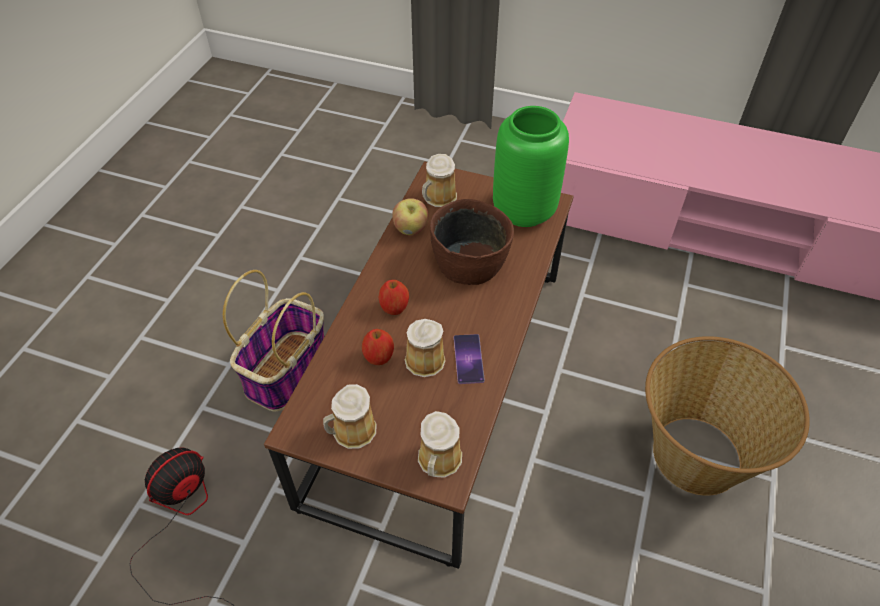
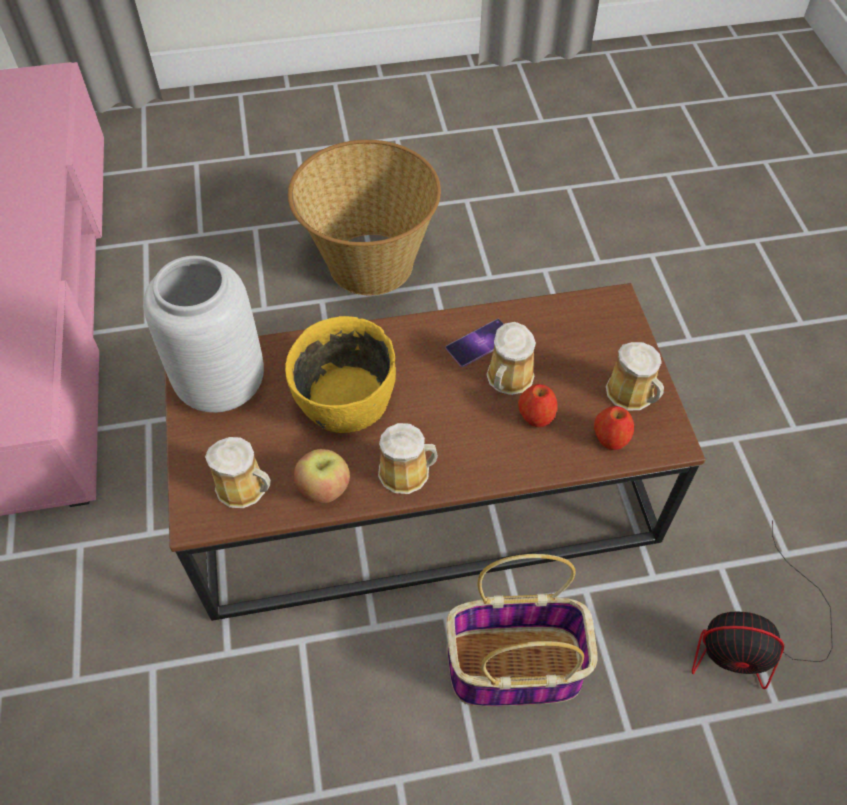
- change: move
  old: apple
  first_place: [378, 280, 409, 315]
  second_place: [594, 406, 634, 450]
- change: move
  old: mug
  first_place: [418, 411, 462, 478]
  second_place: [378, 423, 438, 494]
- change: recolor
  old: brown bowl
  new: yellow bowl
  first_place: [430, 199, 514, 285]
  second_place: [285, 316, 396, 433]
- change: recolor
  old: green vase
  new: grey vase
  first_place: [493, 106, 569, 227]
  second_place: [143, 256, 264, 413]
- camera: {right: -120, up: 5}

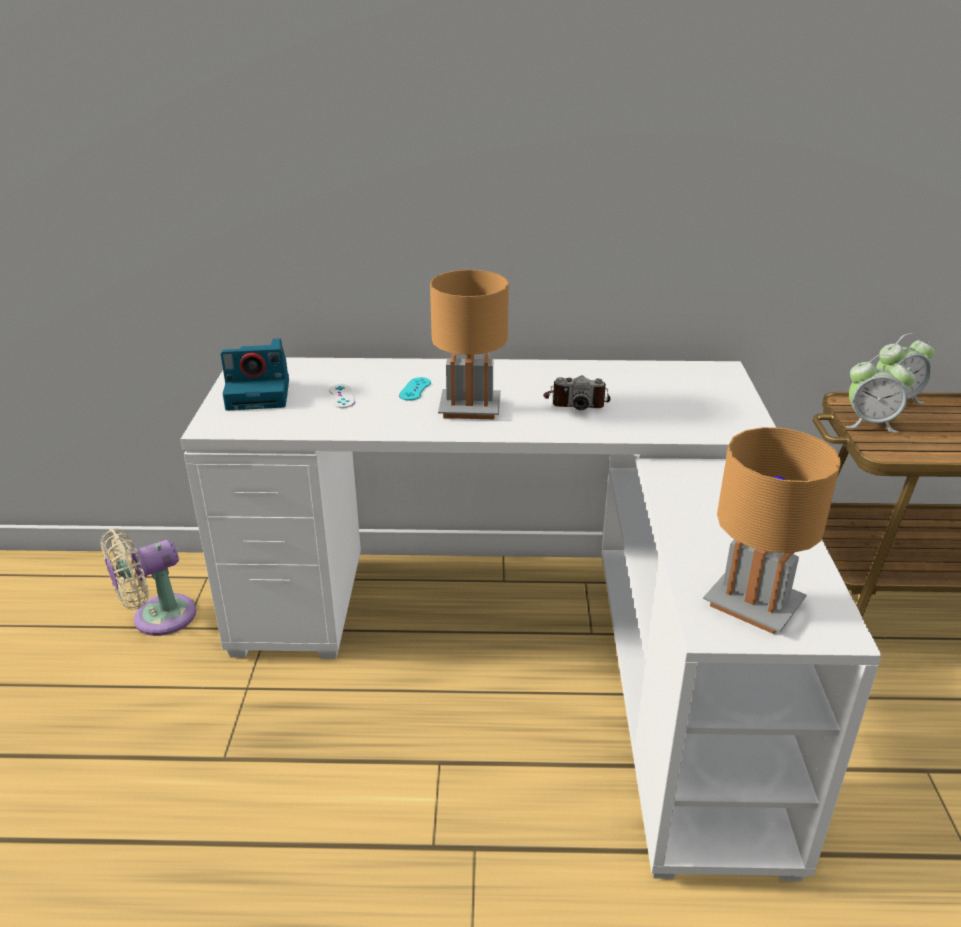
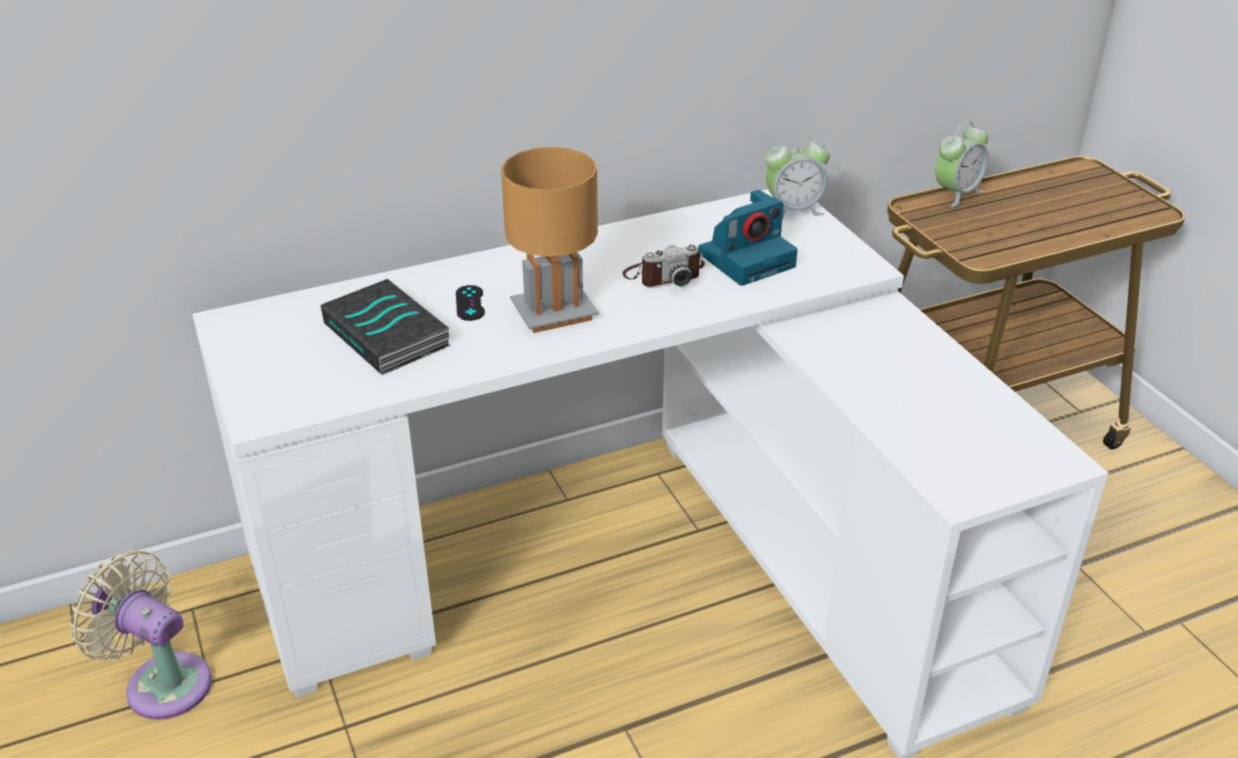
- change: delete
  old: brown table lamp
  first_place: [703, 427, 841, 634]
- change: move
  old: photo camera
  first_place: [221, 339, 289, 411]
  second_place: [698, 190, 798, 286]
- change: move
  old: alarm clock
  first_place: [846, 354, 915, 433]
  second_place: [765, 134, 830, 219]
- change: replace
  old: white game controller
  new: book
  first_place: [329, 384, 355, 408]
  second_place: [320, 279, 450, 375]
- change: recolor
  old: turquoise game controller
  new: black game controller
  first_place: [399, 377, 431, 401]
  second_place: [456, 285, 485, 321]
- change: rotate
  old: beige fan
  first_place: [100, 528, 196, 636]
  second_place: [70, 550, 212, 720]
  degrees: 90
- camera: {right: -25, up: 5}

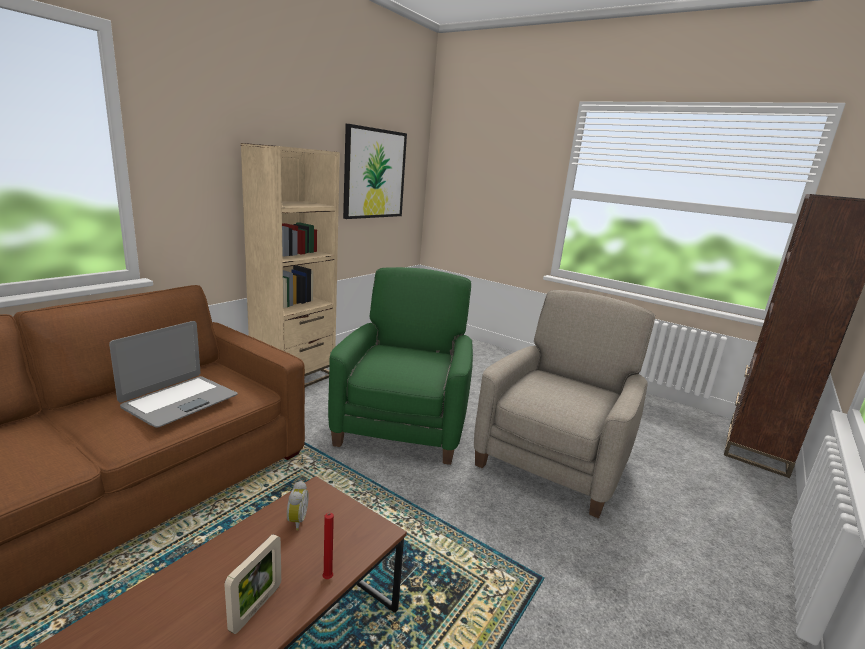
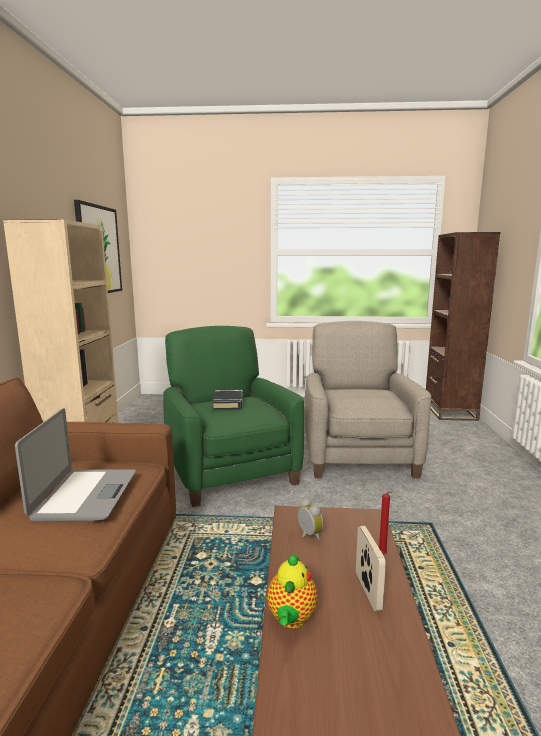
- change: insert
  new: black book
  second_place: [212, 389, 243, 410]
- change: insert
  new: teapot
  second_place: [267, 554, 318, 628]
- camera: {right: -30, up: -5}

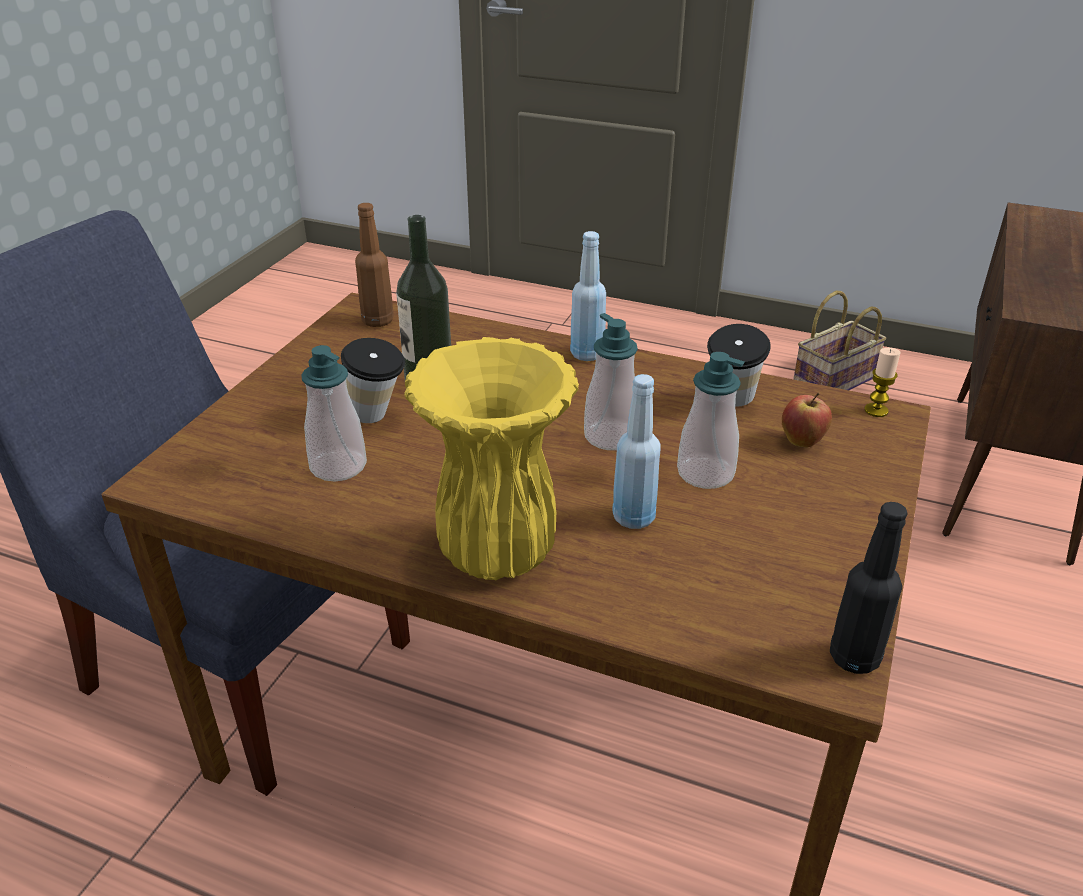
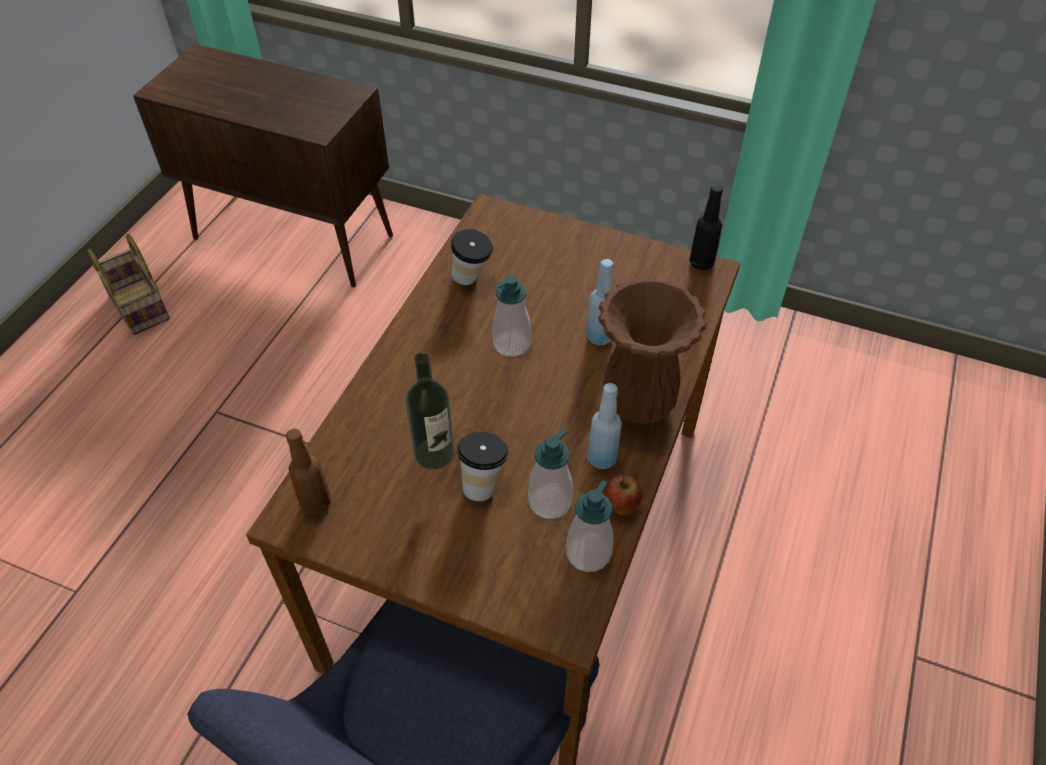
- change: delete
  old: candle
  first_place: [864, 348, 900, 417]
- change: move
  old: blue bottle
  first_place: [570, 231, 606, 361]
  second_place: [588, 383, 622, 469]
- change: move
  old: soap dispenser
  first_place: [677, 352, 745, 489]
  second_place: [566, 480, 613, 572]
- change: move
  old: apple
  first_place: [782, 393, 832, 447]
  second_place: [604, 475, 643, 515]
- change: recolor
  old: yellow vase
  new: brown vase
  first_place: [404, 337, 579, 580]
  second_place: [598, 277, 707, 424]
- camera: {right: -90, up: 15}

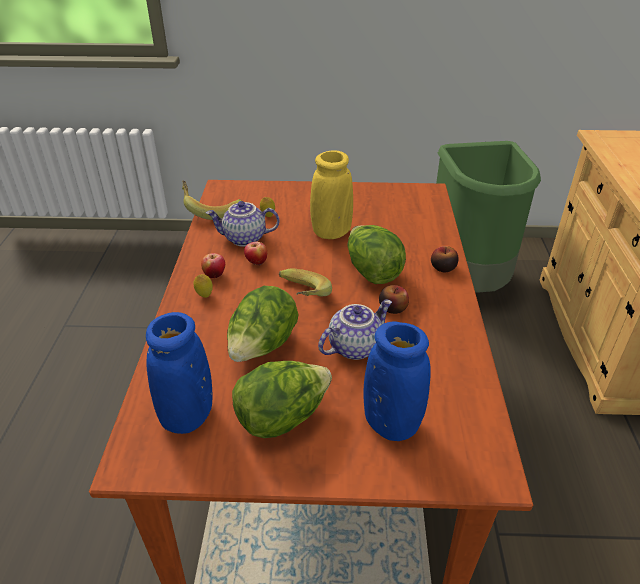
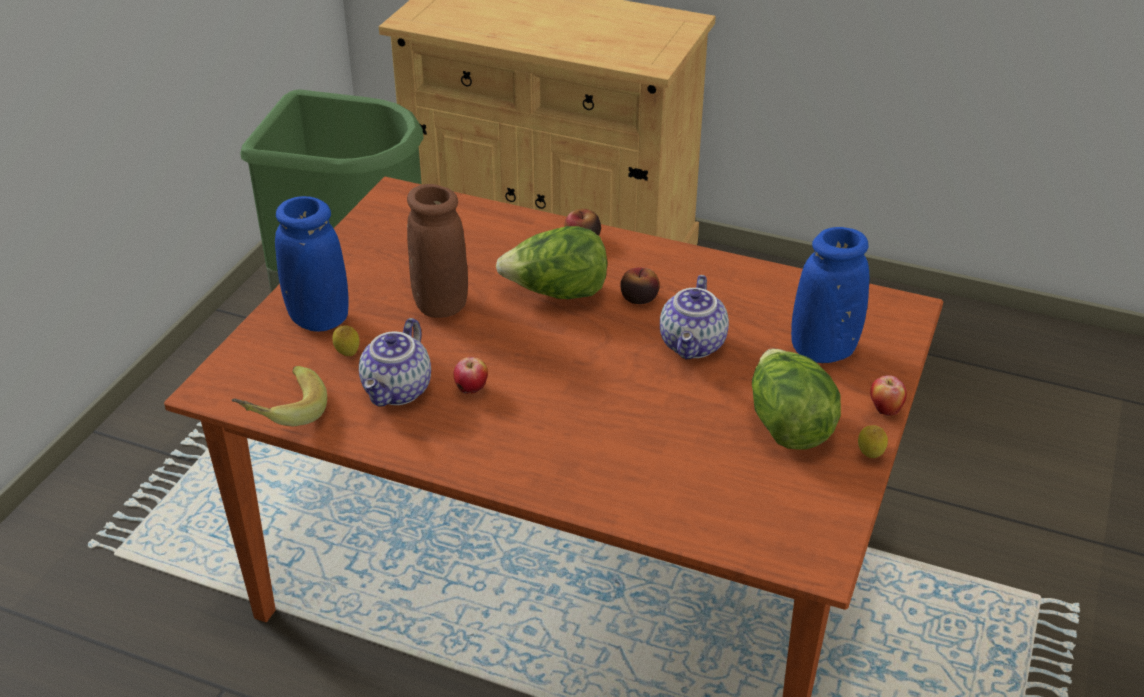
- change: delete
  old: lettuce
  first_place: [227, 286, 298, 362]
- change: delete
  old: banana
  first_place: [279, 268, 332, 296]
- change: move
  old: blue vase
  first_place: [146, 312, 212, 434]
  second_place: [275, 196, 348, 332]
- change: move
  old: lemon
  first_place: [193, 274, 213, 298]
  second_place: [858, 425, 888, 458]
- change: move
  old: apple
  first_place: [201, 253, 225, 278]
  second_place: [870, 375, 907, 416]
- change: recolor
  old: yellow vase
  new: brown vase
  first_place: [310, 150, 353, 239]
  second_place: [407, 184, 468, 318]
- change: rotate
  old: teapot
  first_place: [318, 300, 392, 360]
  second_place: [660, 275, 729, 360]
  degrees: -150
- camera: {right: -70, up: 0}

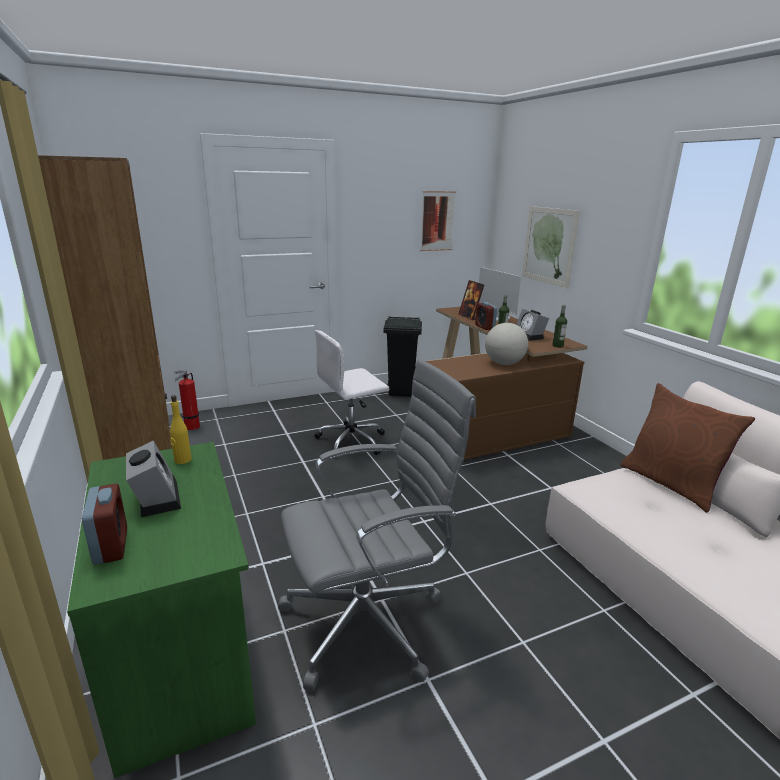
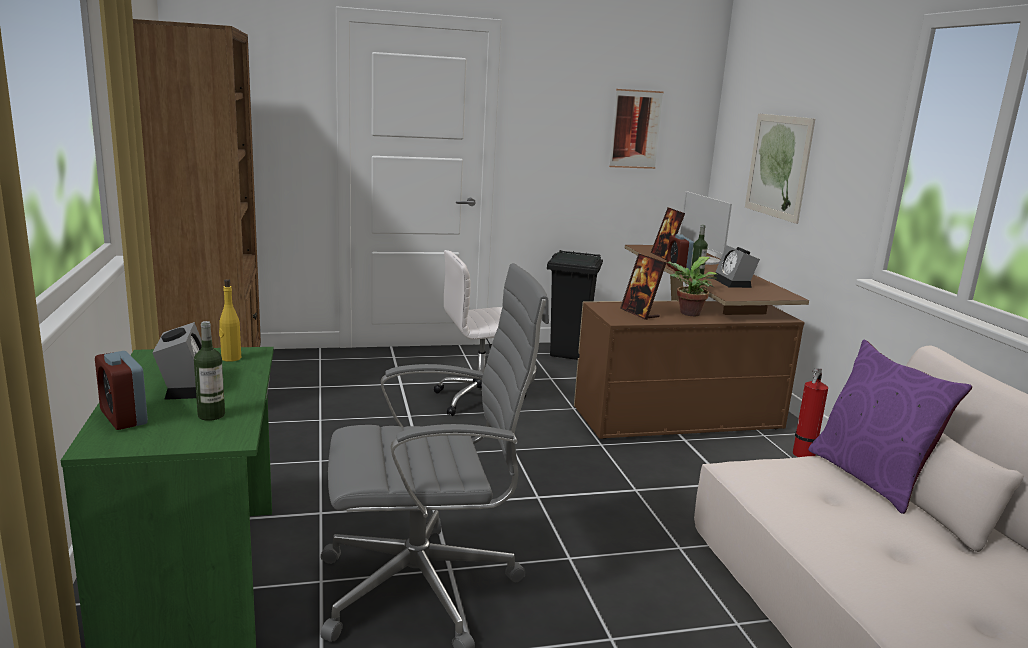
- change: insert
  new: picture frame
  second_place: [620, 253, 666, 320]
- change: move
  old: fire extinguisher
  first_place: [174, 370, 200, 430]
  second_place: [793, 368, 828, 457]
- change: move
  old: bottle
  first_place: [552, 305, 567, 348]
  second_place: [194, 321, 225, 421]
- change: replace
  old: globe
  new: potted plant
  first_place: [485, 323, 528, 365]
  second_place: [666, 257, 718, 316]
- change: recolor
  old: brown pillow
  new: purple pillow
  first_place: [620, 383, 755, 513]
  second_place: [808, 340, 973, 514]
- change: rotate
  old: alarm clock
  first_place: [82, 484, 127, 565]
  second_place: [95, 351, 148, 430]
  degrees: 150
- camera: {right: 10, up: -5}

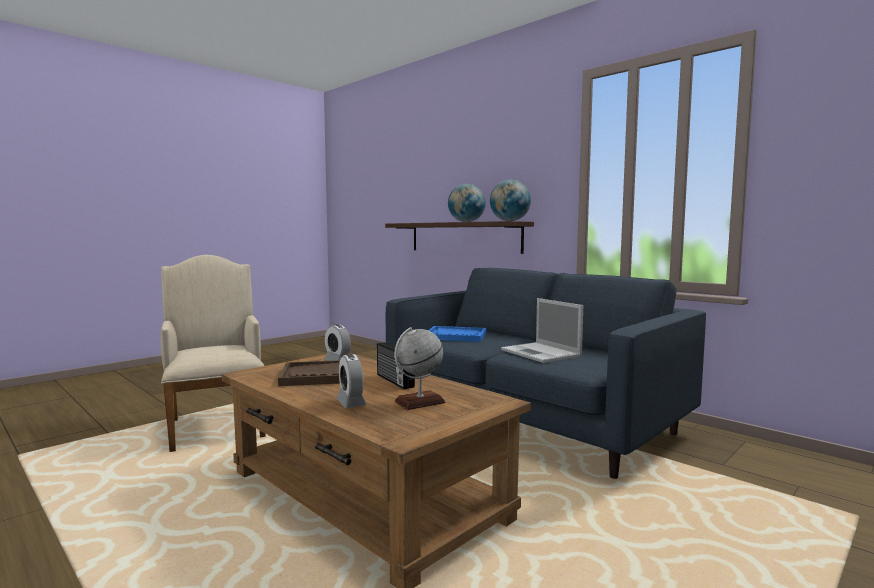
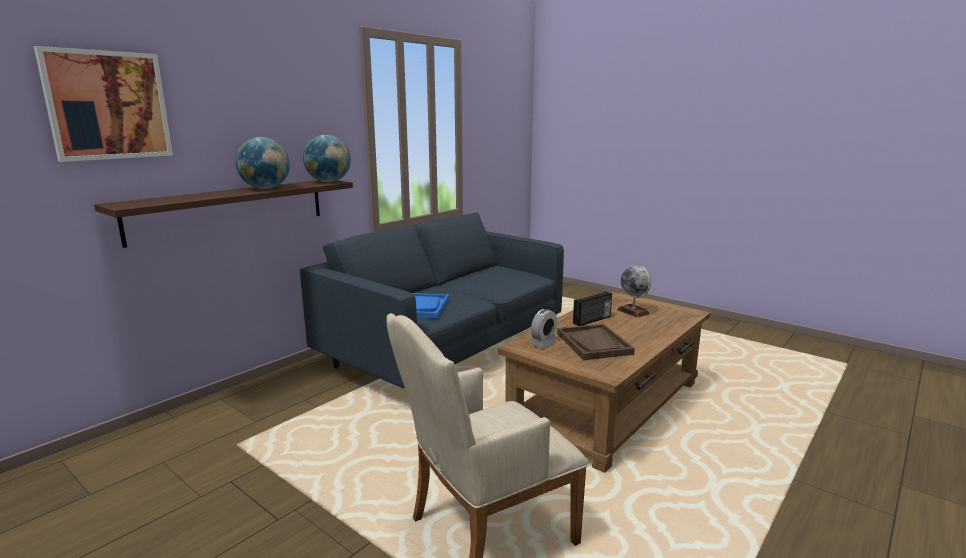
- change: delete
  old: alarm clock
  first_place: [337, 354, 367, 408]
- change: delete
  old: laptop
  first_place: [501, 298, 583, 363]
- change: insert
  new: picture
  second_place: [34, 46, 173, 162]
- camera: {right: -95, up: 10}

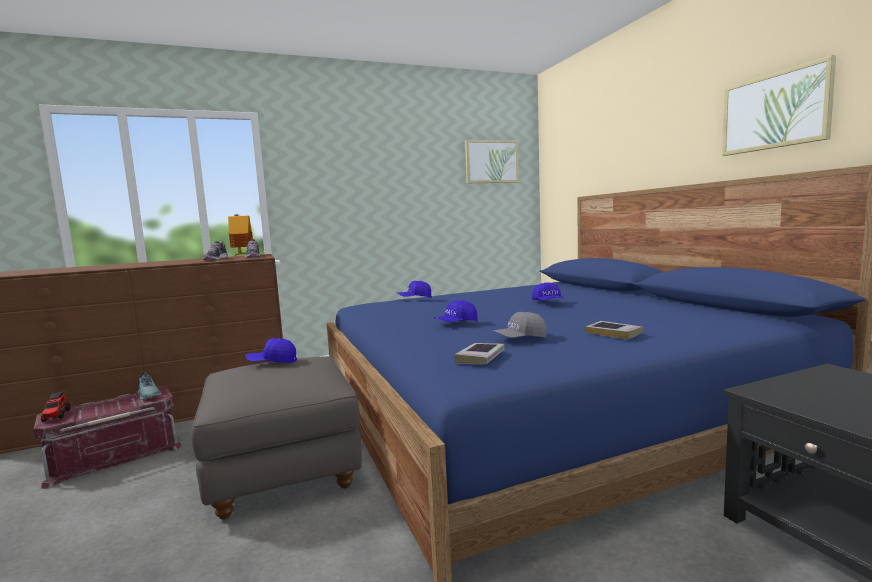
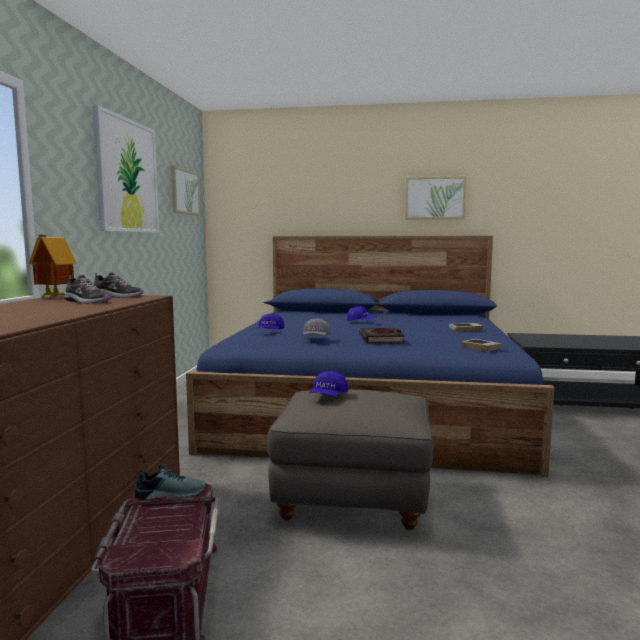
- change: delete
  old: toy truck
  first_place: [41, 392, 71, 422]
- change: insert
  new: picture
  second_place: [92, 105, 159, 233]
- change: move
  old: grey cap
  first_place: [493, 312, 546, 338]
  second_place: [303, 318, 331, 335]
- change: replace
  old: blue cap
  new: black book
  first_place: [434, 300, 477, 322]
  second_place: [359, 328, 405, 343]
- camera: {right: -60, up: 0}

